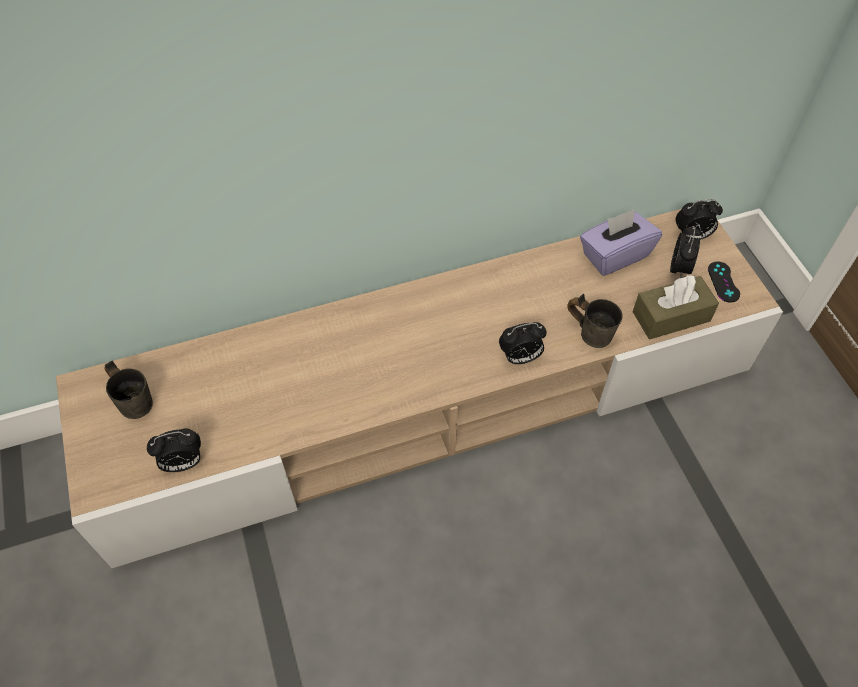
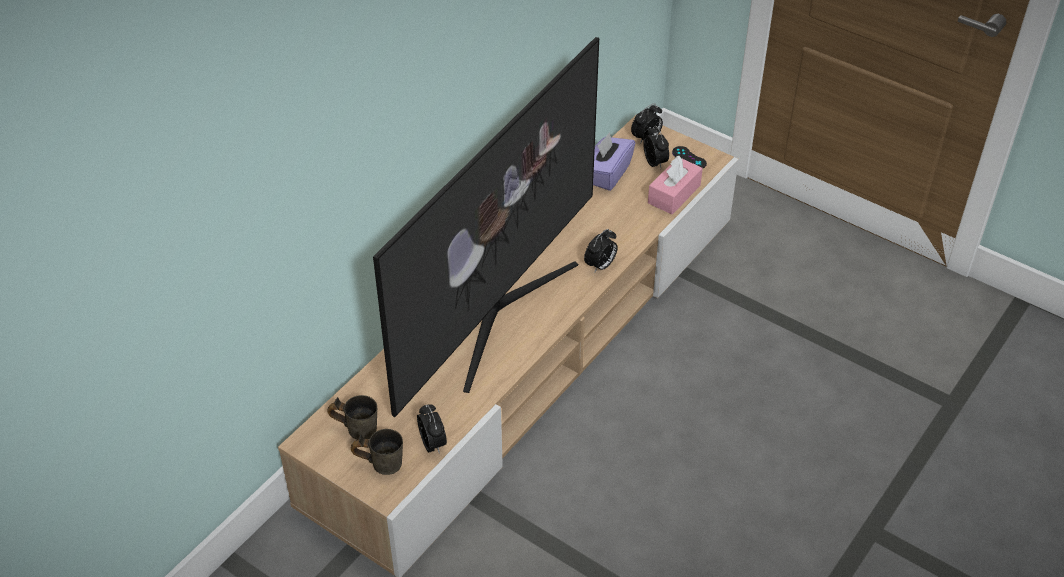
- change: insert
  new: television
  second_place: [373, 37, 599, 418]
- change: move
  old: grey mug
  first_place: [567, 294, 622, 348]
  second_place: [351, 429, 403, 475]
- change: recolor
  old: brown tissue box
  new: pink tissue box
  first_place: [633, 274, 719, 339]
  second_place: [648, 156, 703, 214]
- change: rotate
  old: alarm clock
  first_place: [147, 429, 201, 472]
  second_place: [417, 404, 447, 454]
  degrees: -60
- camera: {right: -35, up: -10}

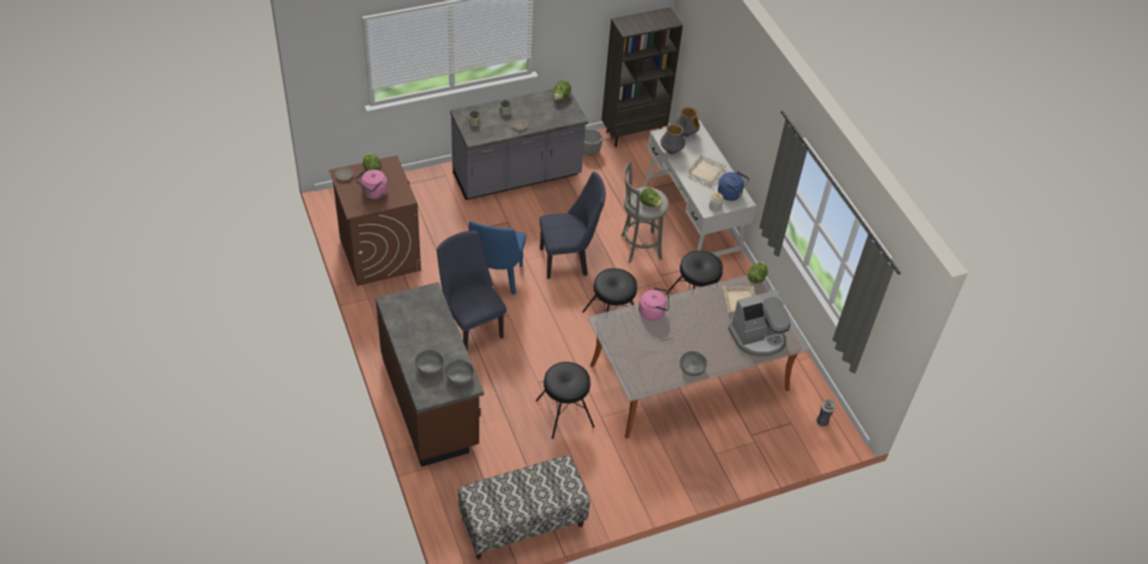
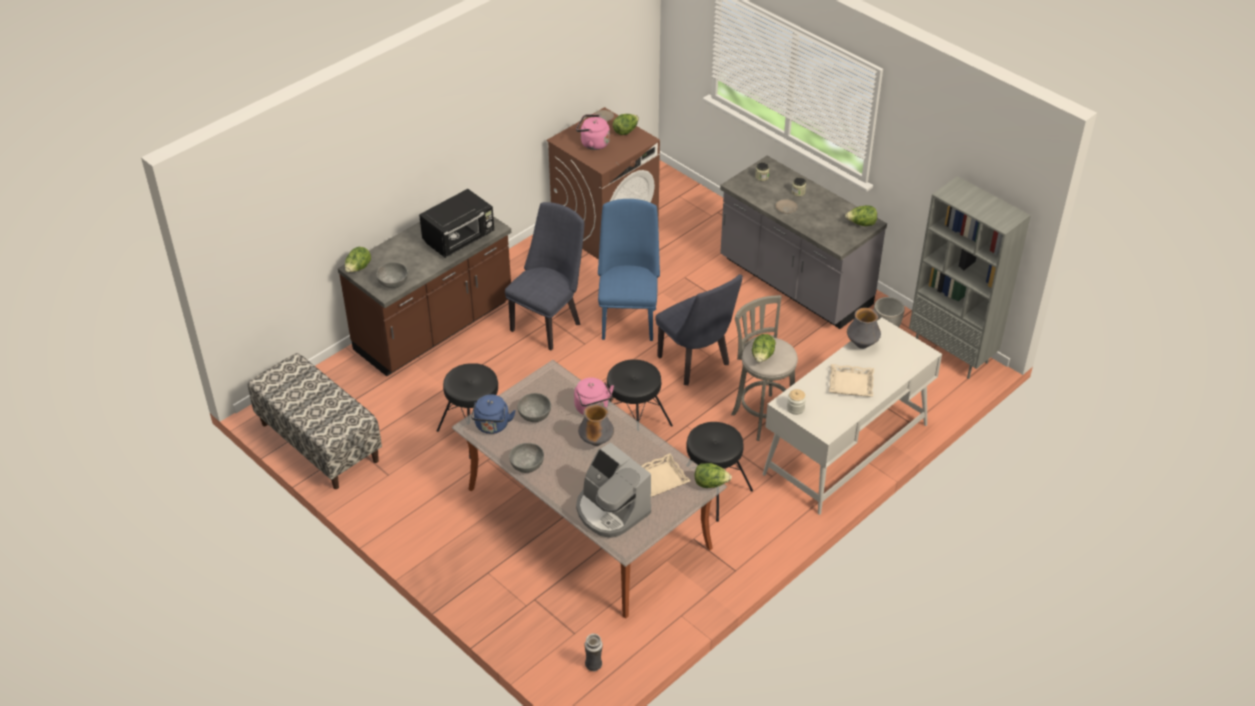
- change: insert
  new: lettuce
  second_place: [345, 247, 371, 273]
- change: insert
  new: black microwave
  second_place: [419, 189, 494, 258]
- change: move
  old: grey bowl
  first_place: [415, 350, 444, 375]
  second_place: [518, 393, 551, 422]
- change: move
  old: vase
  first_place: [675, 107, 700, 137]
  second_place: [578, 404, 614, 446]
- change: move
  old: blue kettle
  first_place: [718, 171, 749, 201]
  second_place: [471, 395, 516, 434]
- change: recolor
  old: brown bookcase
  new: grey bookcase
  first_place: [602, 7, 683, 147]
  second_place: [909, 176, 1031, 379]
- change: rotate
  old: blue chair
  first_place: [469, 221, 526, 295]
  second_place: [598, 199, 660, 341]
  degrees: 105
- camera: {right: 70, up: -5}

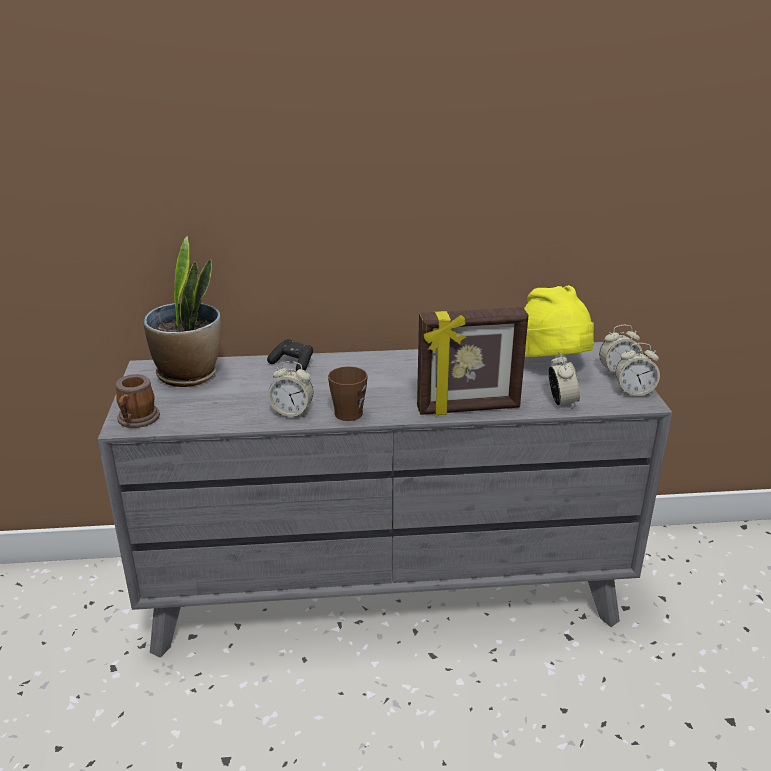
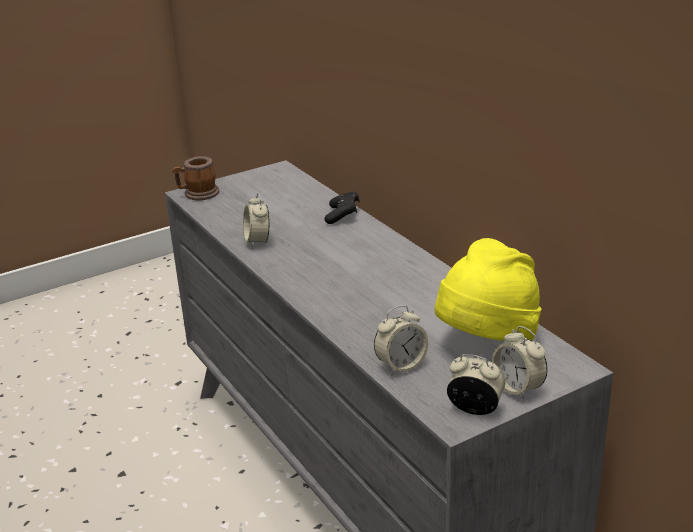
- change: delete
  old: potted plant
  first_place: [144, 236, 221, 387]
- change: delete
  old: brown mug
  first_place: [328, 366, 368, 421]
- change: delete
  old: picture frame
  first_place: [417, 307, 529, 415]
- change: rotate
  old: alarm clock
  first_place: [615, 343, 660, 396]
  second_place: [447, 354, 505, 415]
  degrees: 135
- camera: {right: 65, up: 0}

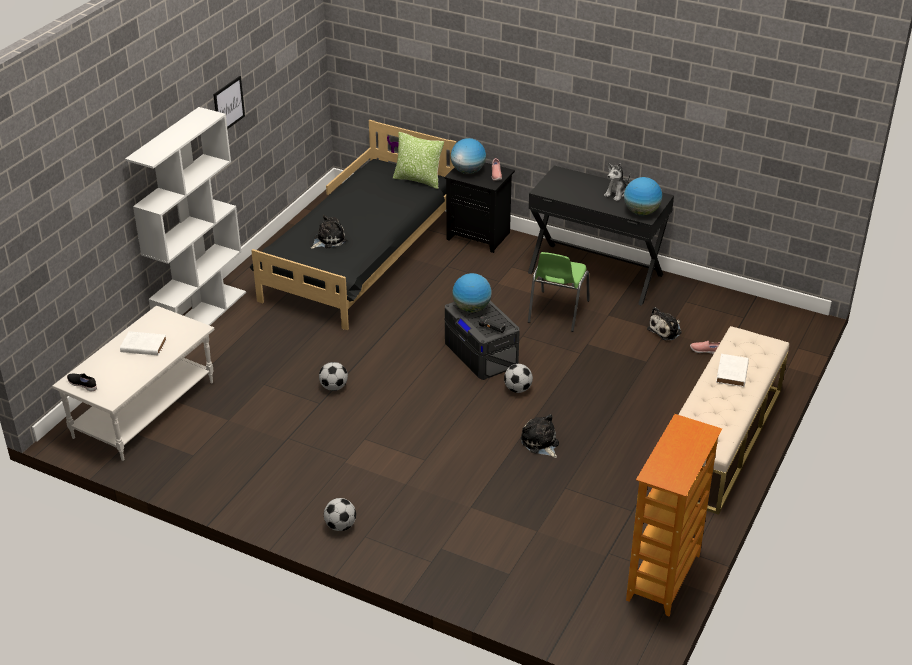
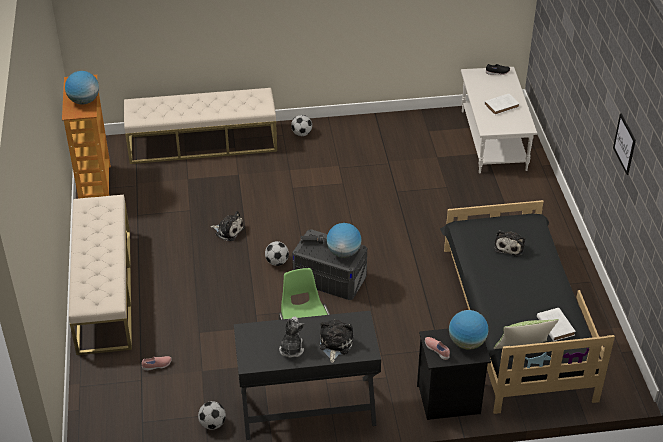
- change: delete
  old: white bookcase
  first_place: [125, 107, 246, 326]
- change: insert
  new: beige bench
  second_place: [124, 88, 277, 164]
- change: move
  old: football
  first_place: [319, 362, 348, 391]
  second_place: [198, 401, 226, 430]
- change: move
  old: globe
  first_place: [624, 177, 662, 215]
  second_place: [65, 71, 99, 105]
- change: move
  old: plush toy
  first_place: [647, 307, 682, 341]
  second_place: [319, 320, 353, 363]
- change: move
  old: white book
  first_place: [716, 354, 749, 387]
  second_place: [537, 308, 576, 341]
- camera: {right: 145, up: 5}

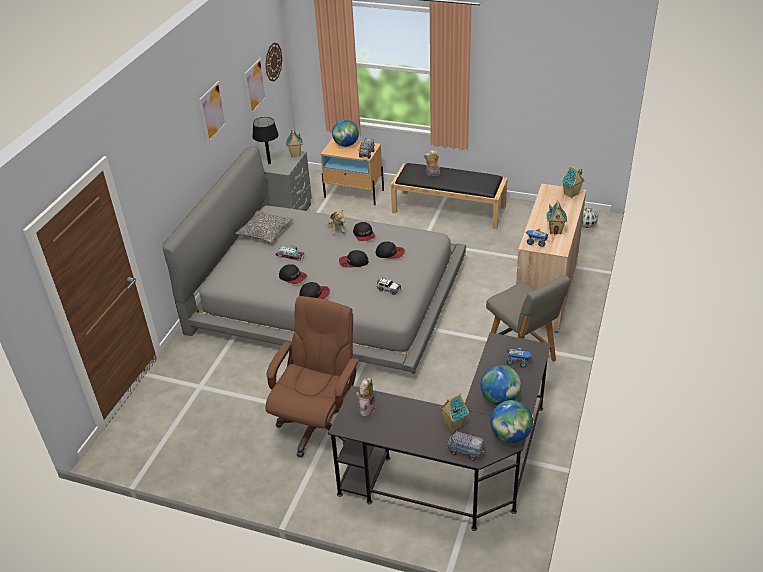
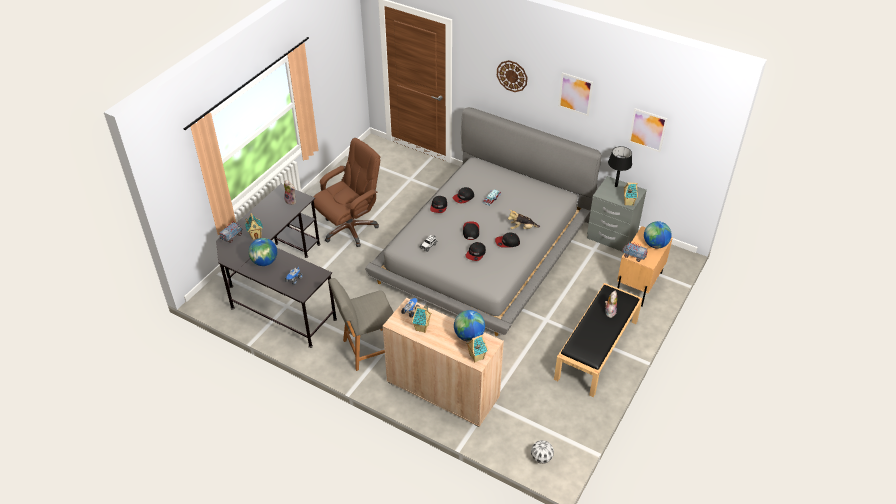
- change: delete
  old: pillow
  first_place: [235, 210, 293, 243]
- change: move
  old: wall clock
  first_place: [265, 43, 282, 82]
  second_place: [497, 60, 527, 92]
- change: move
  old: globe
  first_place: [490, 400, 533, 443]
  second_place: [454, 310, 485, 342]
- change: rotate
  old: brown office chair
  first_place: [266, 296, 359, 457]
  second_place: [314, 138, 380, 247]
  degrees: -75
- camera: {right: 100, up: 5}

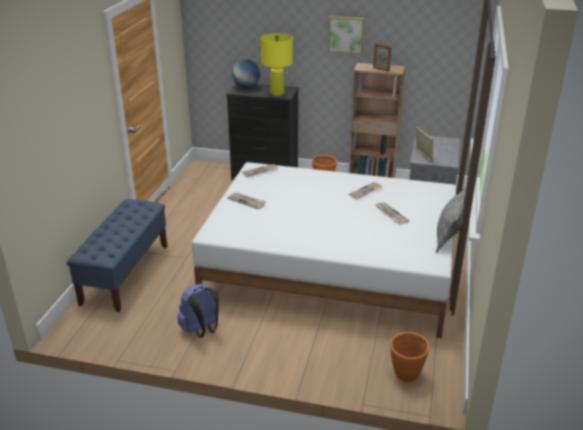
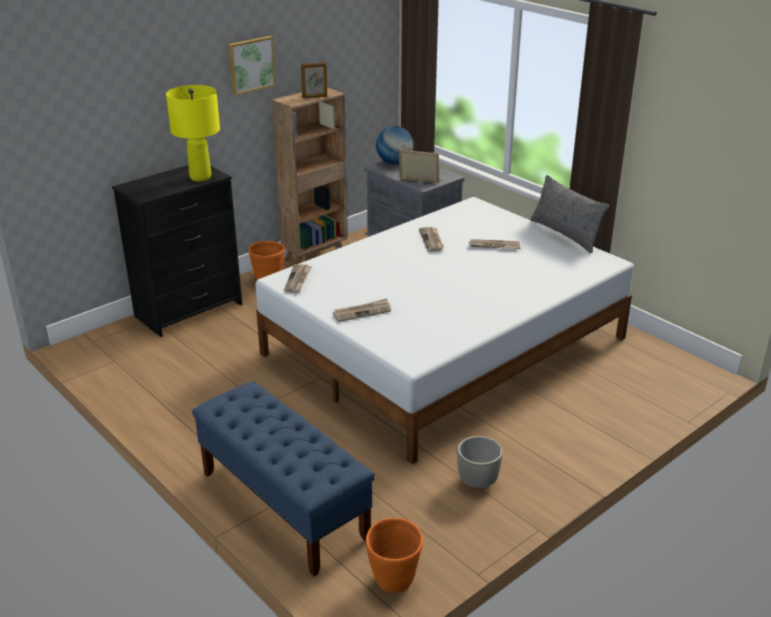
- change: move
  old: globe
  first_place: [232, 60, 260, 88]
  second_place: [376, 126, 414, 164]
- change: move
  old: orange planter
  first_place: [390, 332, 429, 382]
  second_place: [366, 518, 423, 593]
- change: replace
  old: blue backpack
  new: grey planter
  first_place: [177, 284, 219, 338]
  second_place: [457, 436, 503, 489]
- camera: {right: -55, up: 0}

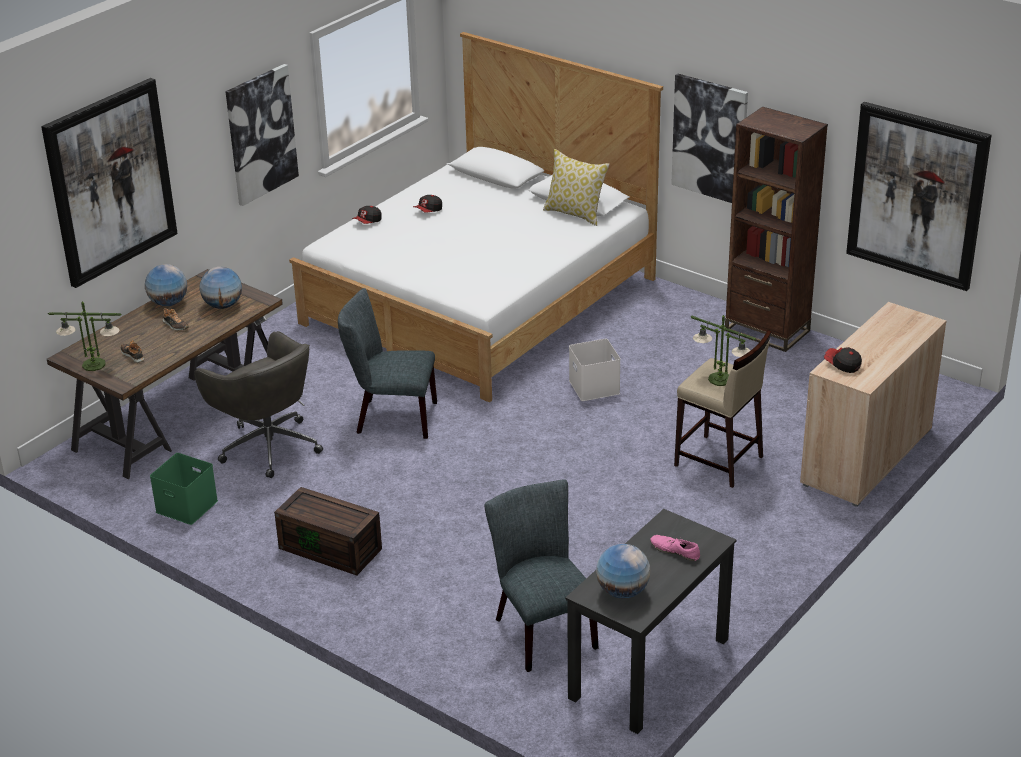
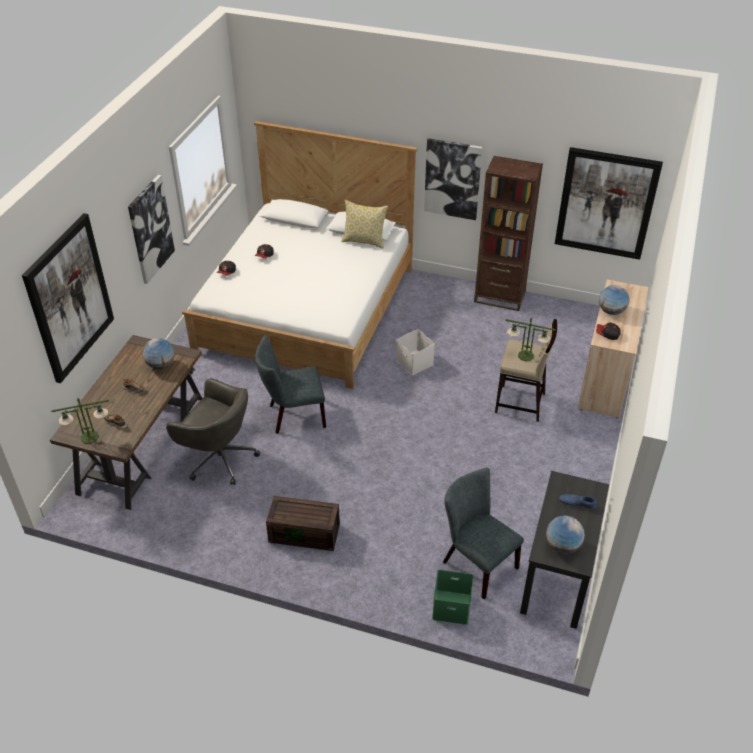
- change: move
  old: globe
  first_place: [145, 264, 187, 306]
  second_place: [599, 285, 629, 315]
- change: move
  old: green storage box
  first_place: [150, 453, 218, 525]
  second_place: [432, 570, 473, 625]
- change: recolor
  old: pink shoe
  new: blue shoe
  first_place: [650, 535, 700, 561]
  second_place: [559, 494, 597, 509]
- camera: {right: -20, up: 10}

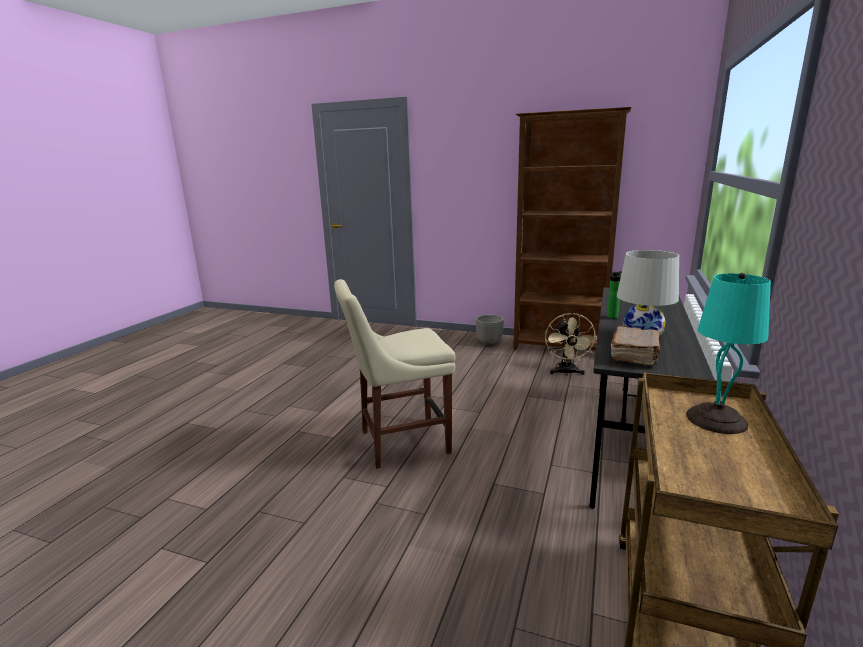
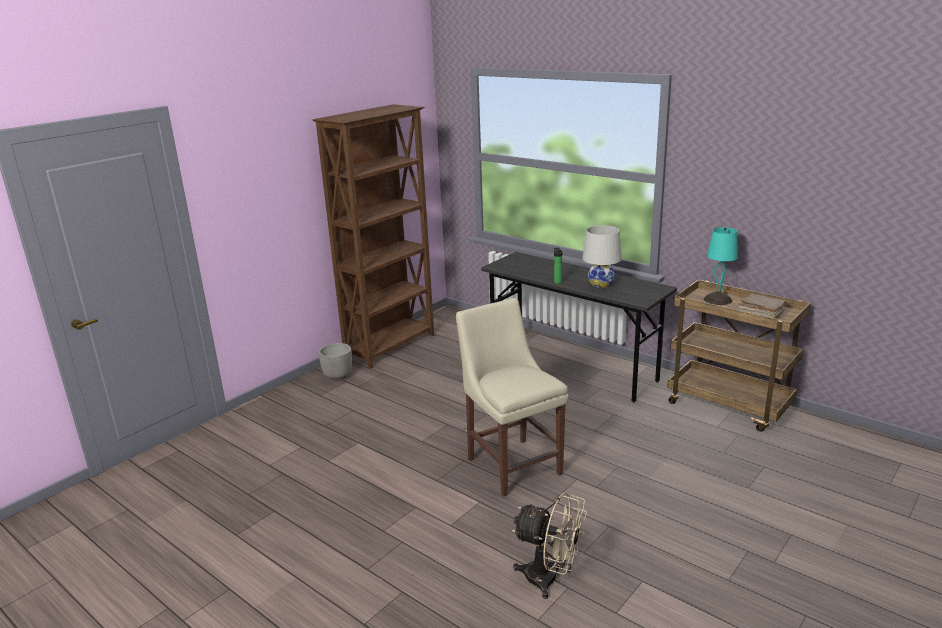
- change: move
  old: beige fan
  first_place: [545, 313, 597, 375]
  second_place: [512, 493, 587, 599]
- change: move
  old: brown book
  first_place: [611, 326, 661, 366]
  second_place: [738, 293, 787, 319]
- change: rotate
  old: beige chair
  first_place: [334, 279, 456, 469]
  second_place: [456, 298, 569, 497]
  degrees: 150
- camera: {right: -70, up: 5}

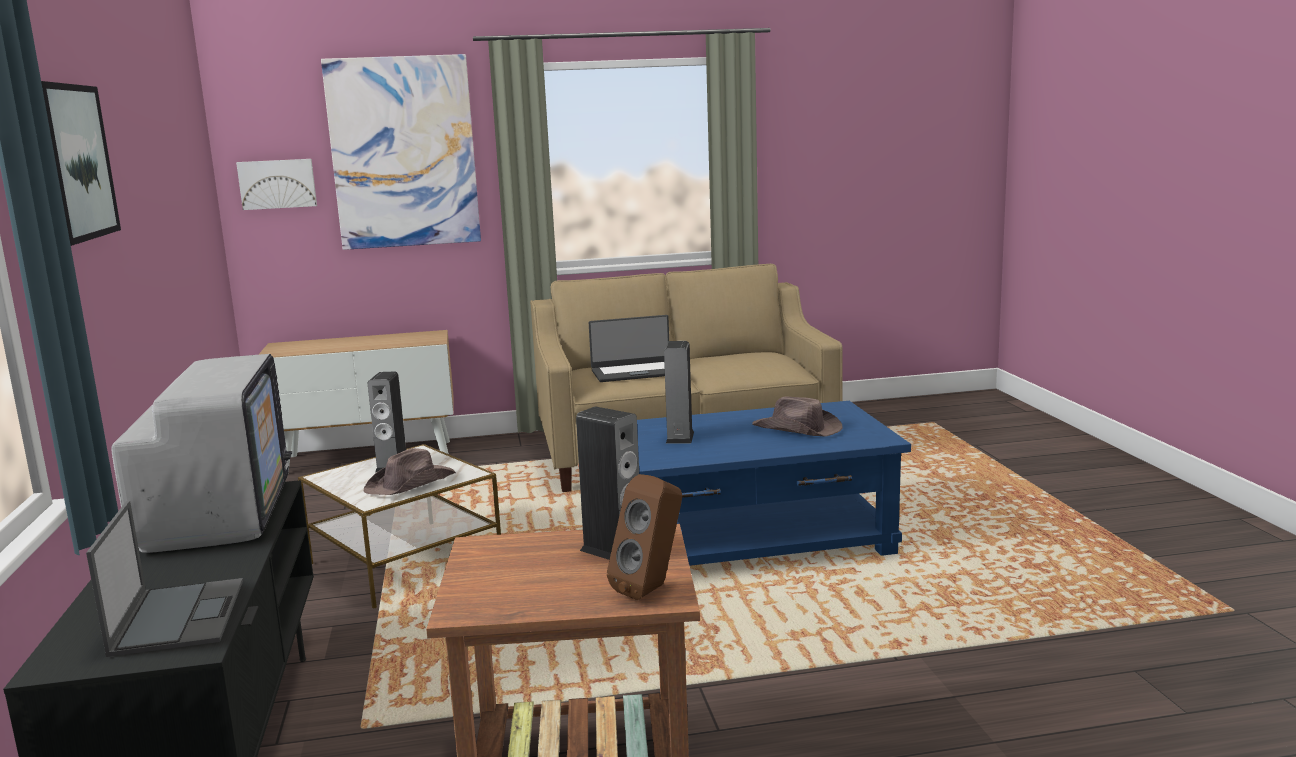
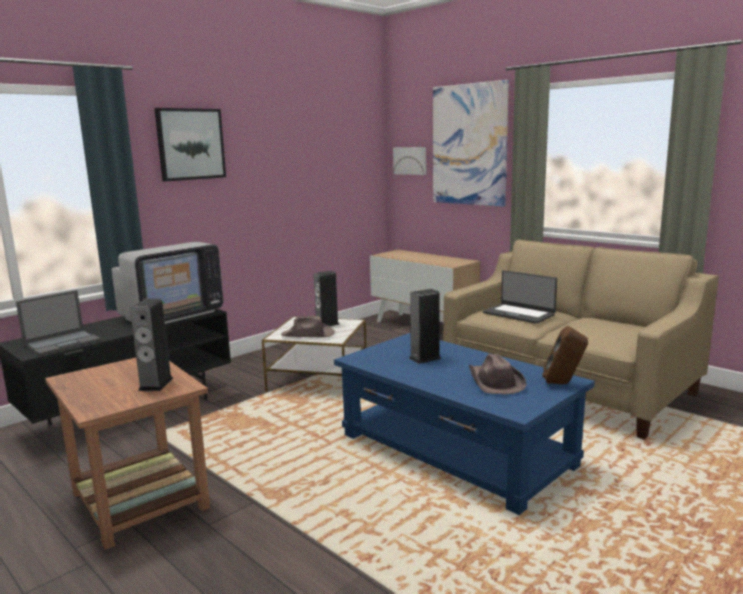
- change: move
  old: brown speaker
  first_place: [607, 474, 682, 600]
  second_place: [542, 326, 588, 384]
- camera: {right: 55, up: 0}

